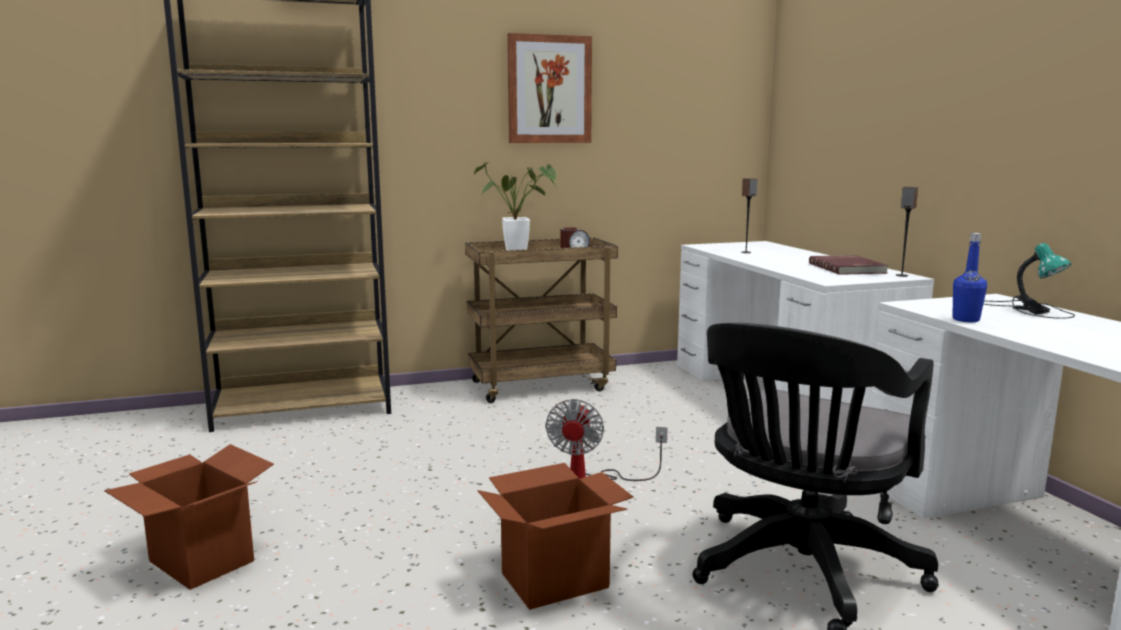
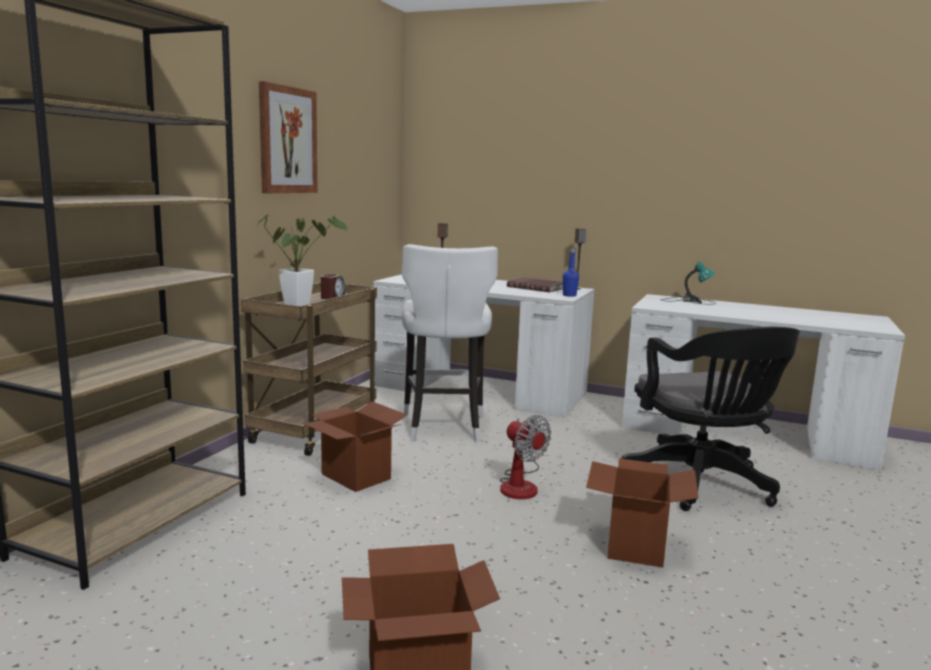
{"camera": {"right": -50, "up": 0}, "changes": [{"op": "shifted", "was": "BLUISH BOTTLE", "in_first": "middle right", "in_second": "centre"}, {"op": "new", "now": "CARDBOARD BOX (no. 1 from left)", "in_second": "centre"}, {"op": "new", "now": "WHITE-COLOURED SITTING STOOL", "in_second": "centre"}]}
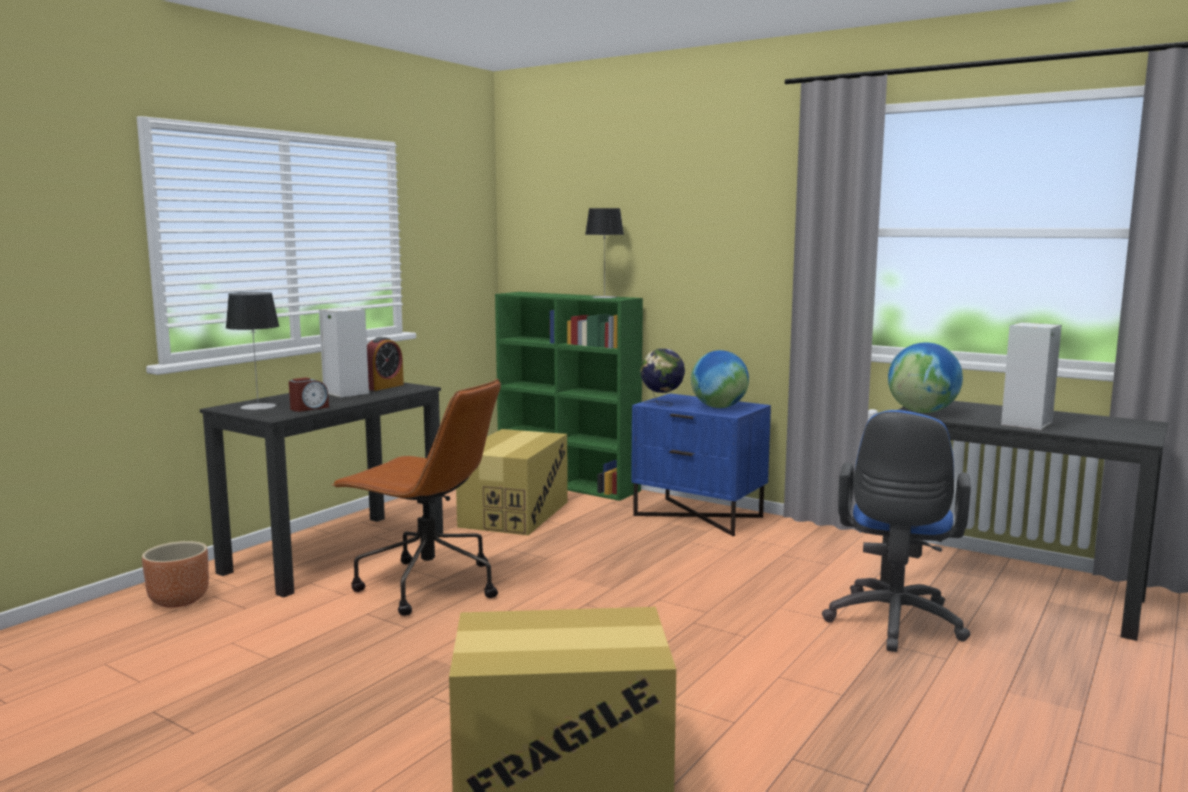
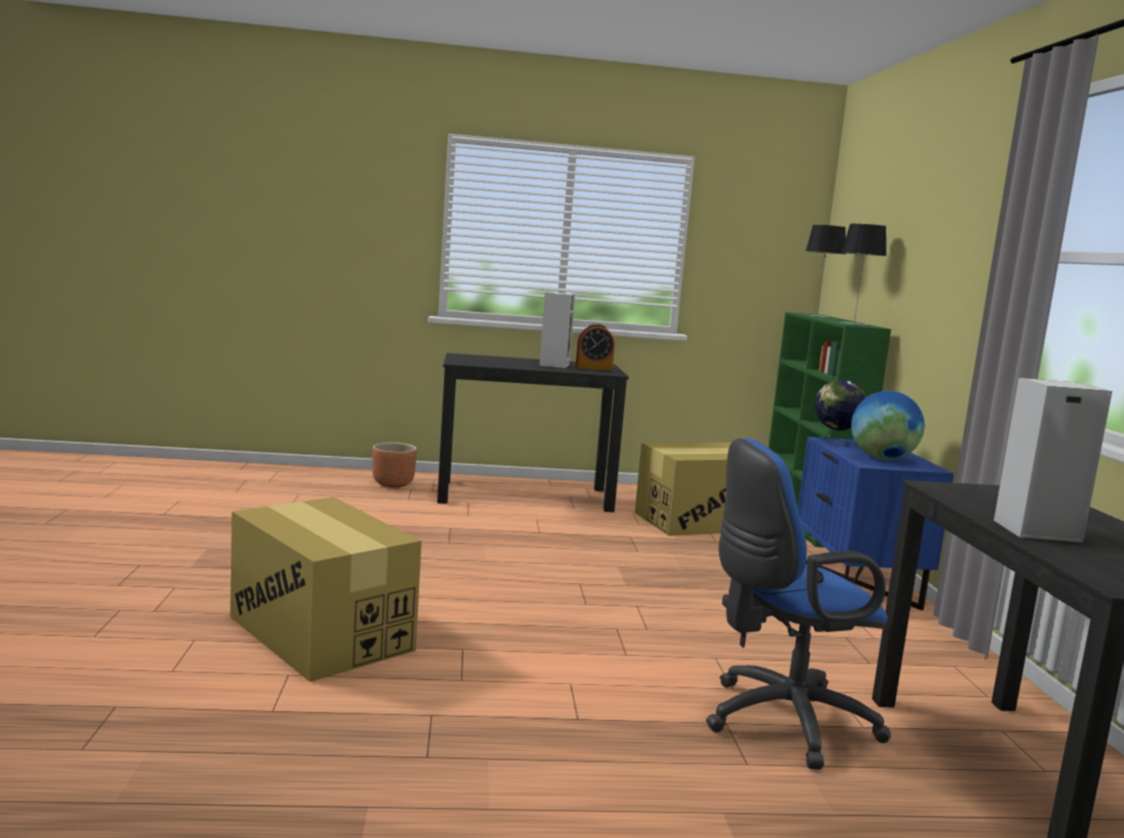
{"camera": {"right": 50, "up": 0}, "changes": [{"op": "shifted", "was": "TABLETOP LAMP (no. 1 from left)", "in_first": "middle left", "in_second": "top right"}, {"op": "gone", "was": "TABLE CLOCK (no. 1 from left)", "in_first": "middle left"}, {"op": "gone", "was": "BROWNISH COMPUTER CHAIR", "in_first": "centre"}, {"op": "gone", "was": "DESK GLOBE (no. 3 from left)", "in_first": "middle right"}]}
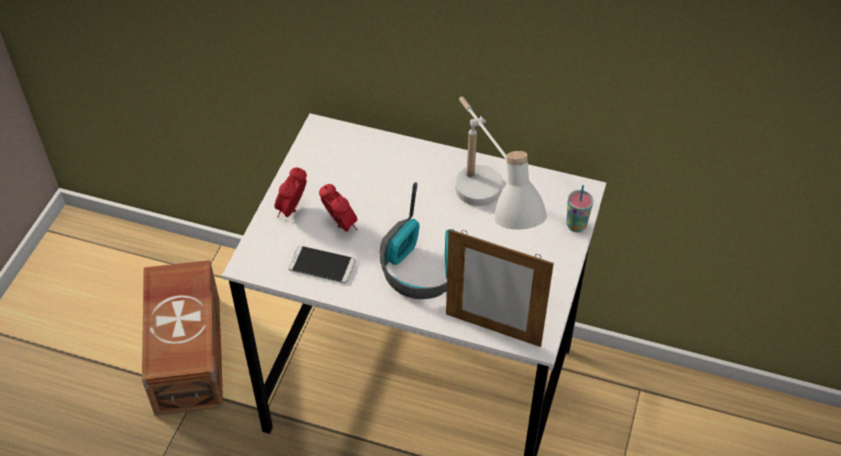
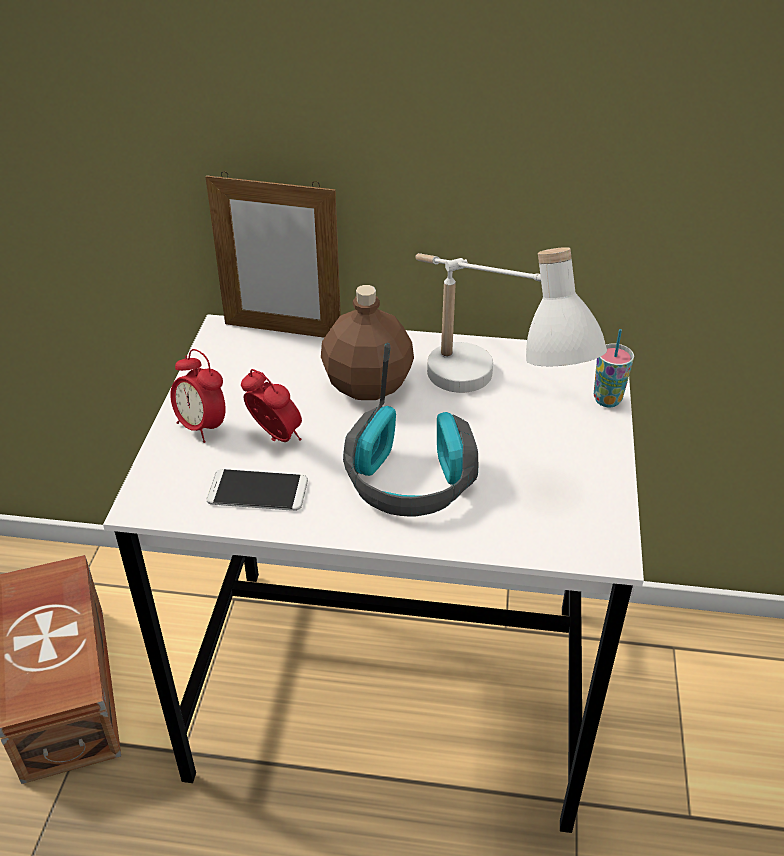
{"camera": {"right": -10, "up": -10}, "changes": [{"op": "rotated", "was": "TABLE CLOCK (no. 1 from left)", "in_first": "centre", "in_second": "middle left", "clockwise": -60}, {"op": "shifted", "was": "PHOTO FRAME", "in_first": "centre", "in_second": "top centre"}, {"op": "new", "now": "BROWNISH BOTTLE", "in_second": "centre"}]}
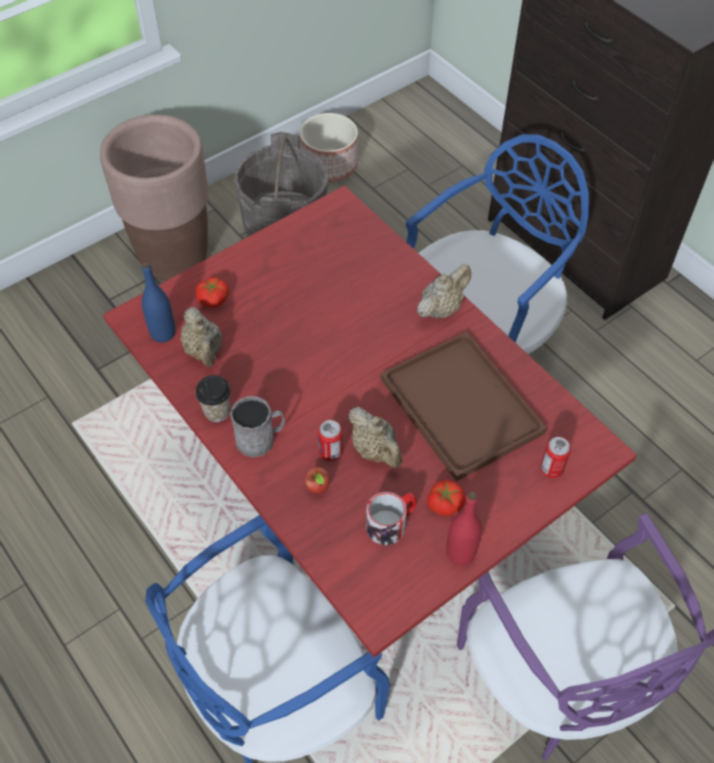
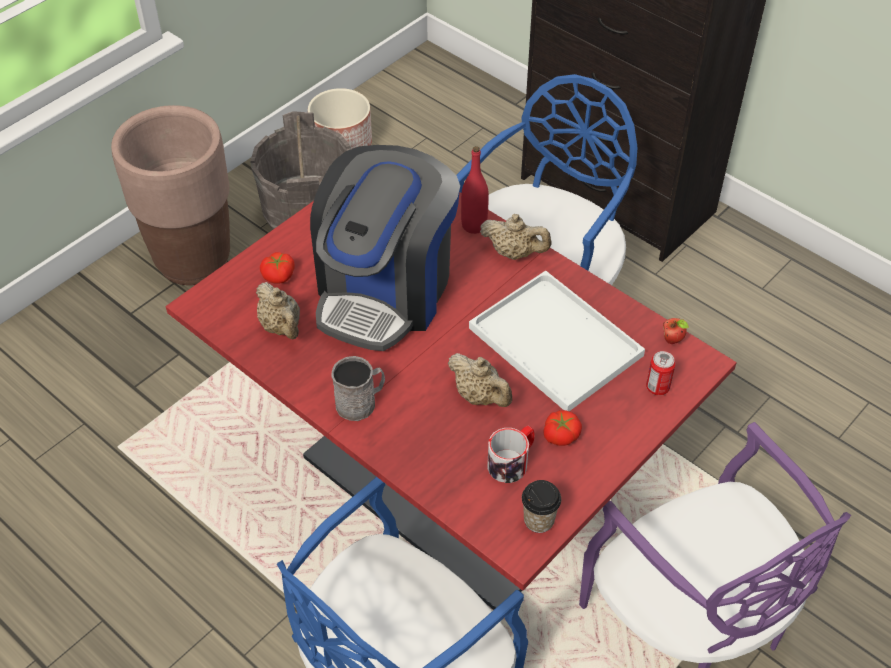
{"camera": {"right": -10, "up": -5}, "changes": [{"op": "gone", "was": "BLUISH BOTTLE", "in_first": "middle left"}, {"op": "shifted", "was": "DRINKING CUP", "in_first": "middle left", "in_second": "bottom centre"}, {"op": "shifted", "was": "APPLE FRUIT", "in_first": "centre", "in_second": "middle right"}, {"op": "gone", "was": "CAN (no. 1 from left)", "in_first": "centre"}, {"op": "repainted", "was": "BROWNISH CARRYING TRAY", "now": "WHITE-COLOURED CARRYING TRAY", "in_first": "centre", "in_second": "centre"}, {"op": "rotated", "was": "BEIGE-COLOURED POT FOR TEA (no. 3 from left)", "in_first": "centre", "in_second": "centre", "clockwise": 75}, {"op": "shifted", "was": "RED BOTTLE", "in_first": "bottom centre", "in_second": "top centre"}, {"op": "new", "now": "COFFEE MAKER", "in_second": "centre"}]}
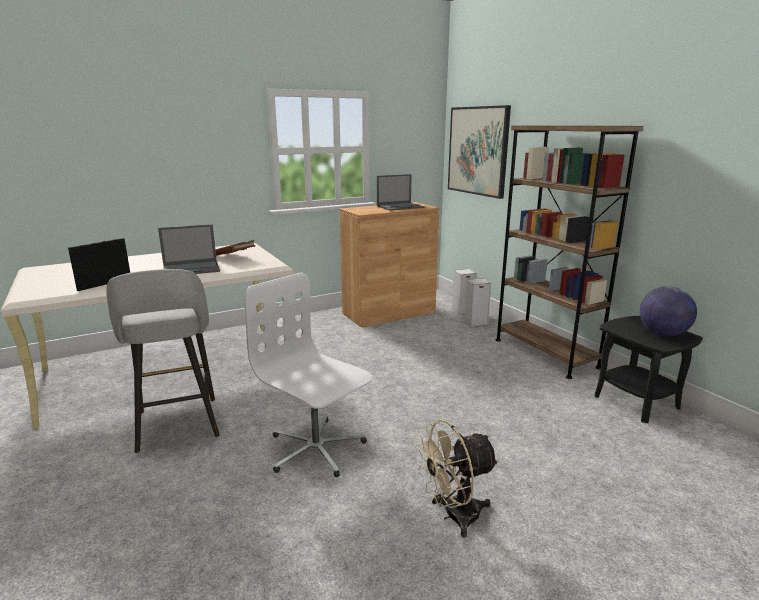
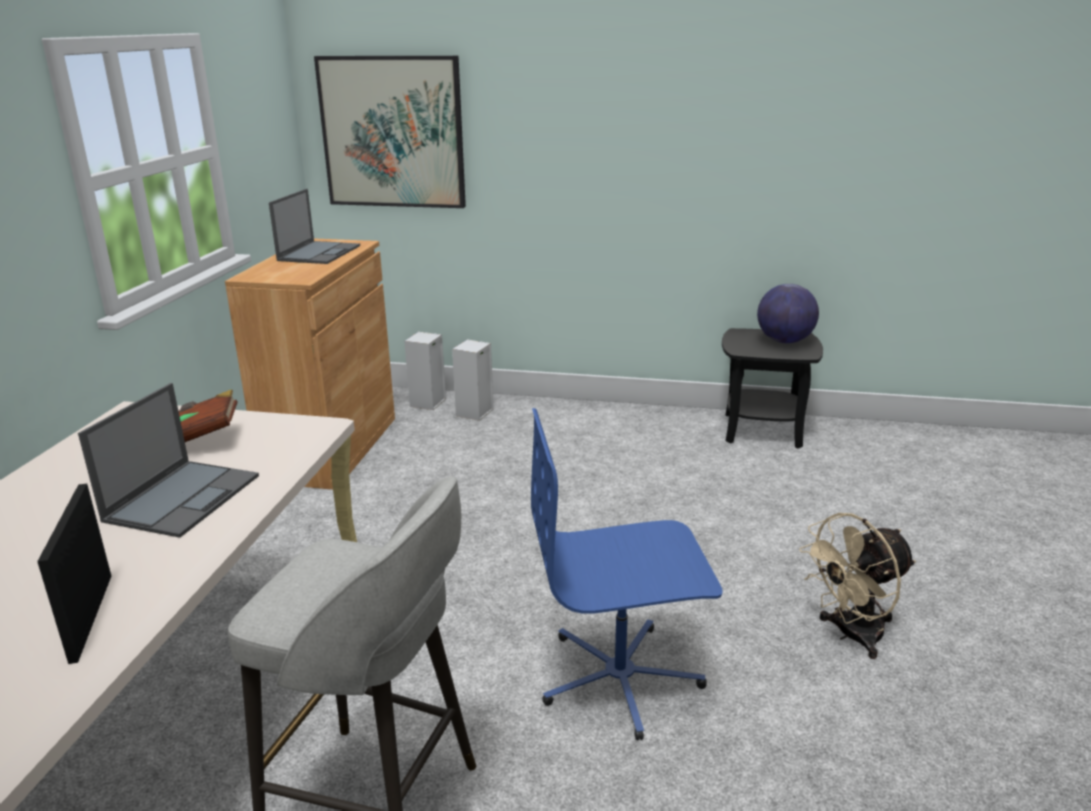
{"camera": {"right": -50, "up": 5}, "changes": [{"op": "repainted", "was": "WHITE-COLOURED COMPUTER CHAIR", "now": "BLUISH COMPUTER CHAIR", "in_first": "centre", "in_second": "bottom centre"}, {"op": "rotated", "was": "BEIGE-COLOURED ELECTRIC FAN", "in_first": "bottom centre", "in_second": "bottom right", "clockwise": 45}, {"op": "gone", "was": "BROWNISH BOOKSHELF", "in_first": "middle right"}]}
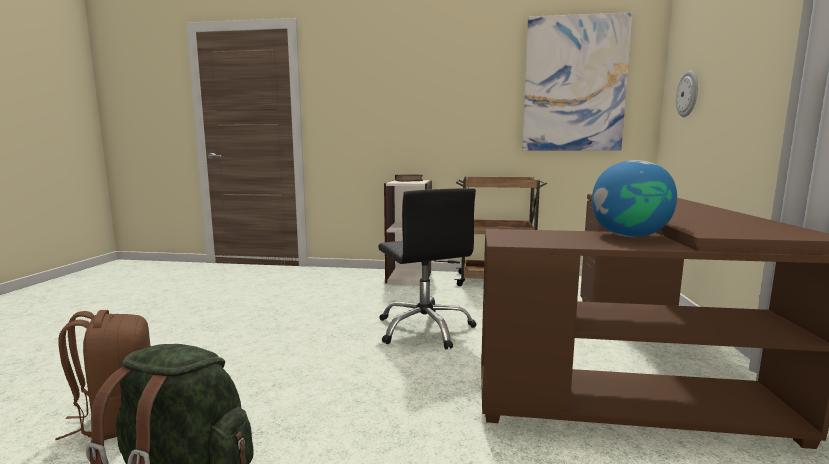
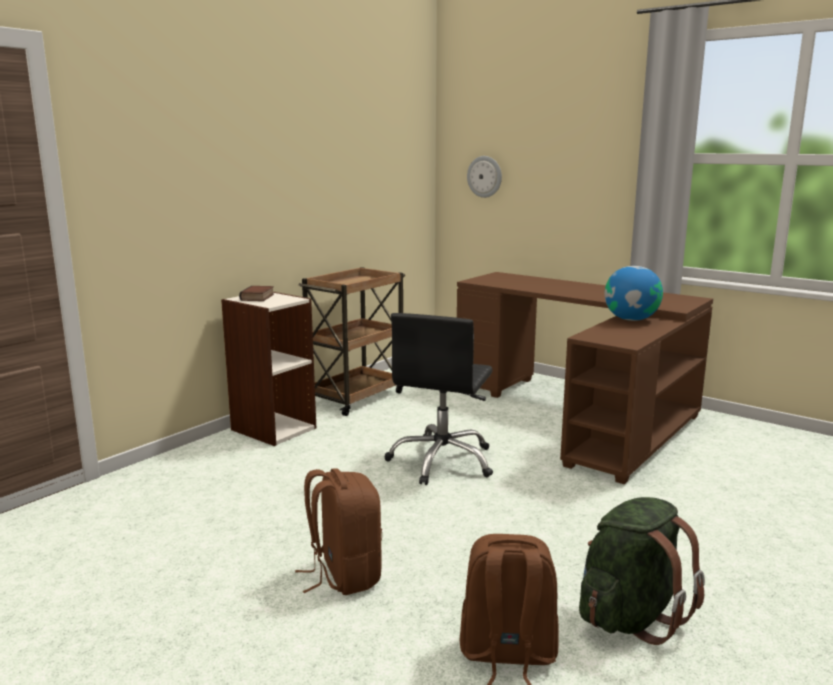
{"camera": {"right": -60, "up": 5}, "changes": [{"op": "rotated", "was": "BLACKISH COMPUTER CHAIR", "in_first": "centre", "in_second": "centre", "clockwise": 105}, {"op": "gone", "was": "PICTURE", "in_first": "top right"}, {"op": "new", "now": "BROWNISH RUCKSACK (no. 1 from left)", "in_second": "bottom centre"}]}
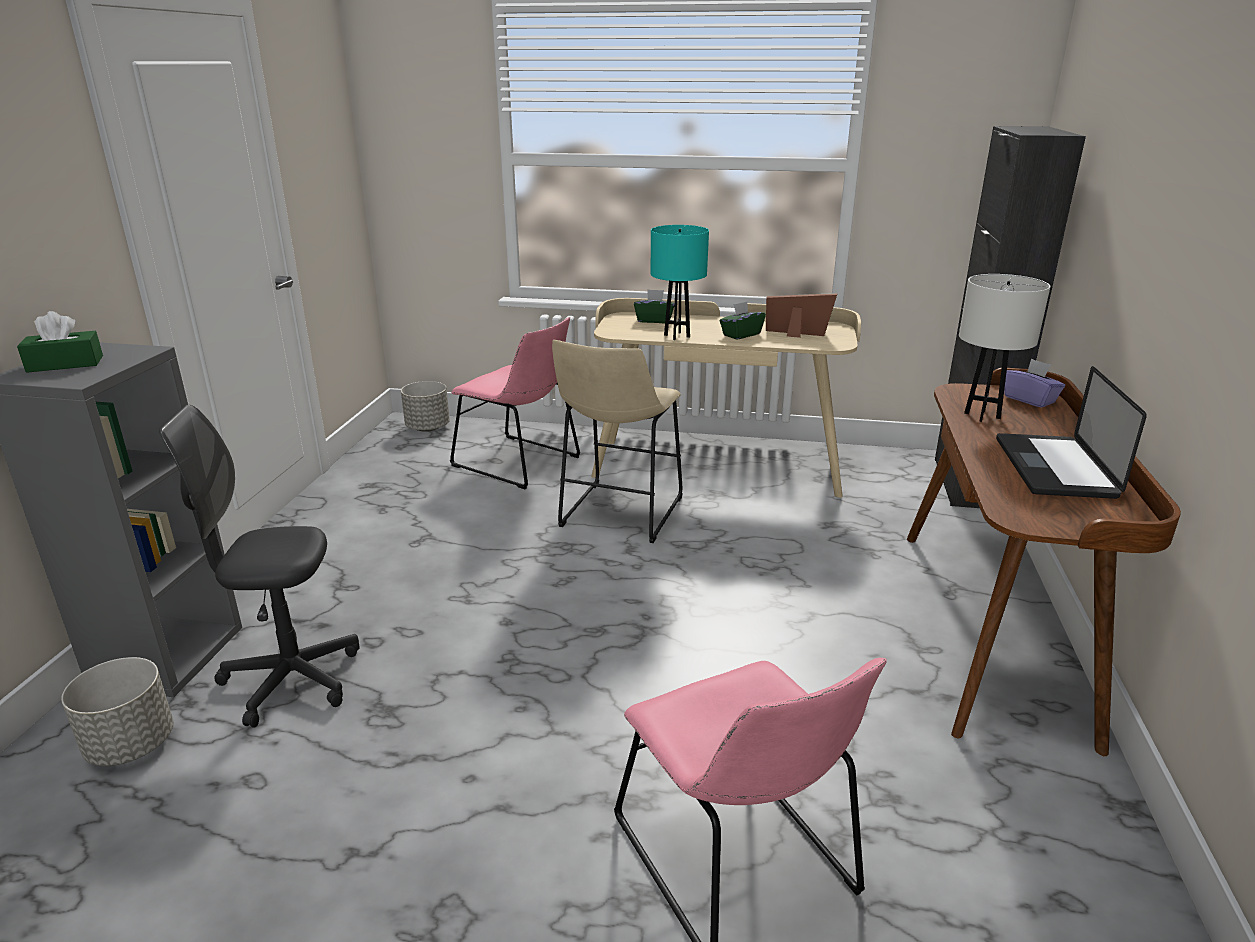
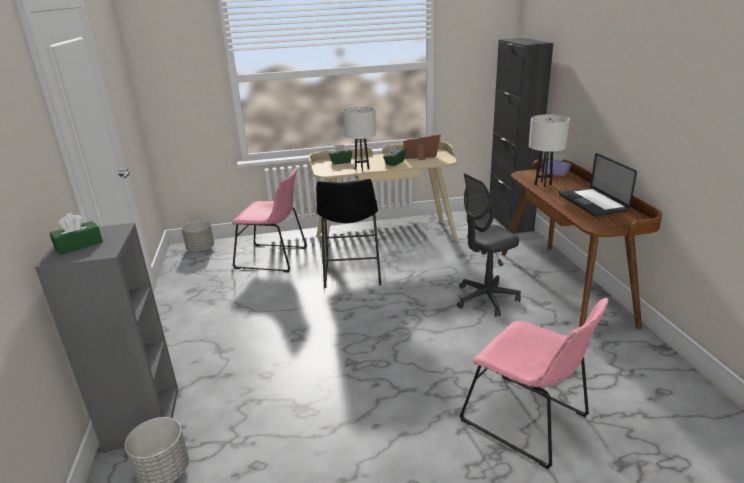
{"camera": {"right": -20, "up": 0}, "changes": [{"op": "shifted", "was": "GREYISH COMPUTER CHAIR", "in_first": "middle left", "in_second": "centre"}, {"op": "repainted", "was": "BEIGE-COLOURED SITTING STOOL", "now": "BLACKISH SITTING STOOL", "in_first": "centre", "in_second": "centre"}, {"op": "repainted", "was": "BLUE-GREEN TABLETOP LAMP", "now": "WHITE-COLOURED TABLETOP LAMP (no. 1 from left)", "in_first": "top centre", "in_second": "top centre"}]}
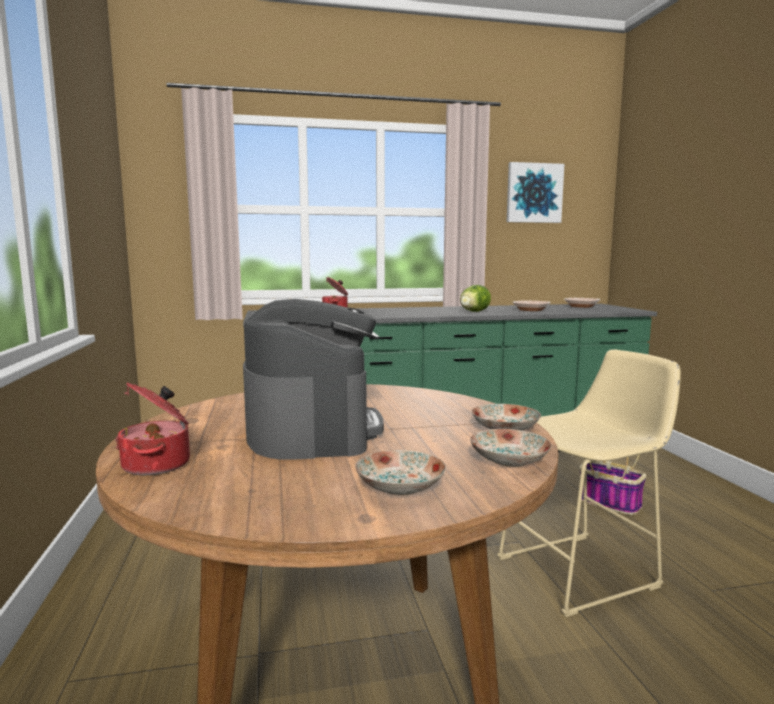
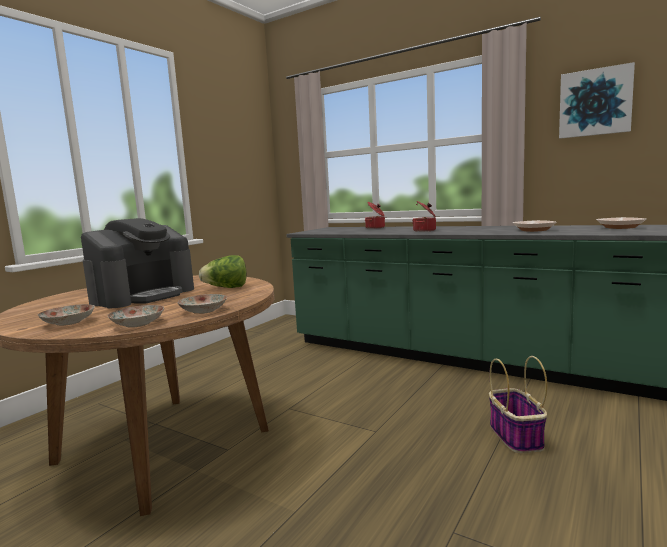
{"camera": {"right": 45, "up": 0}, "changes": [{"op": "shifted", "was": "COOKING POT (no. 1 from left in the first image)", "now": "COOKING POT (no. 2 from left)", "in_first": "middle left", "in_second": "centre"}, {"op": "shifted", "was": "LETTUCE HEAD", "in_first": "centre", "in_second": "middle left"}, {"op": "gone", "was": "BEIGE-COLOURED SITTING STOOL", "in_first": "bottom right"}]}
